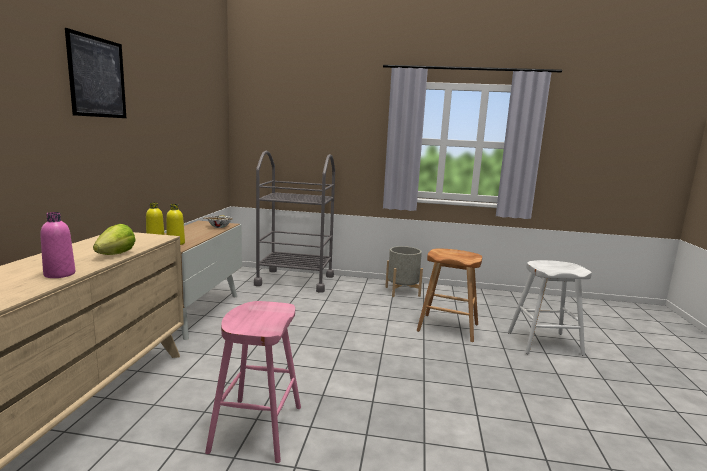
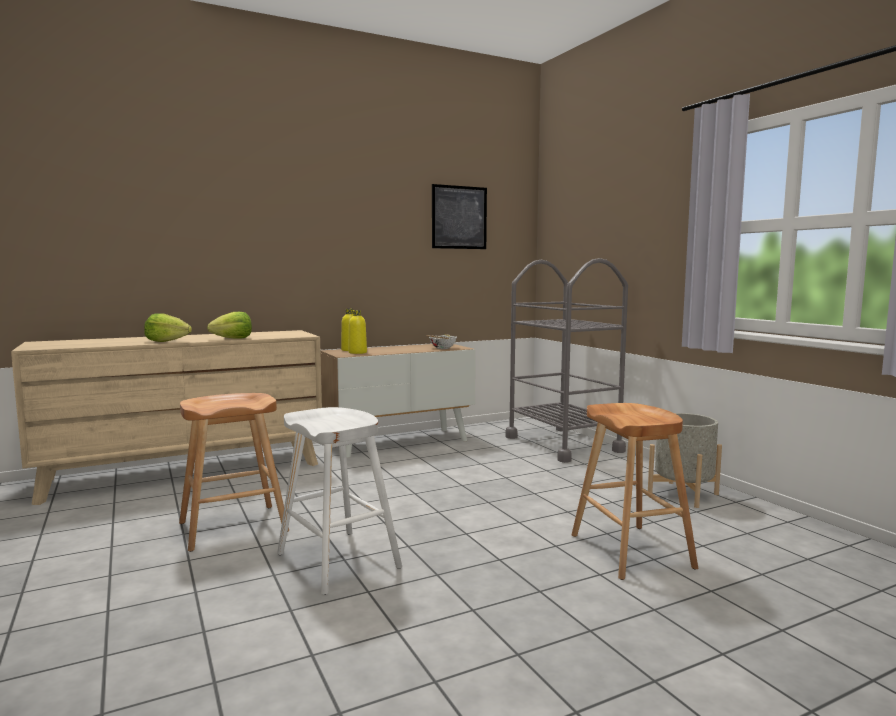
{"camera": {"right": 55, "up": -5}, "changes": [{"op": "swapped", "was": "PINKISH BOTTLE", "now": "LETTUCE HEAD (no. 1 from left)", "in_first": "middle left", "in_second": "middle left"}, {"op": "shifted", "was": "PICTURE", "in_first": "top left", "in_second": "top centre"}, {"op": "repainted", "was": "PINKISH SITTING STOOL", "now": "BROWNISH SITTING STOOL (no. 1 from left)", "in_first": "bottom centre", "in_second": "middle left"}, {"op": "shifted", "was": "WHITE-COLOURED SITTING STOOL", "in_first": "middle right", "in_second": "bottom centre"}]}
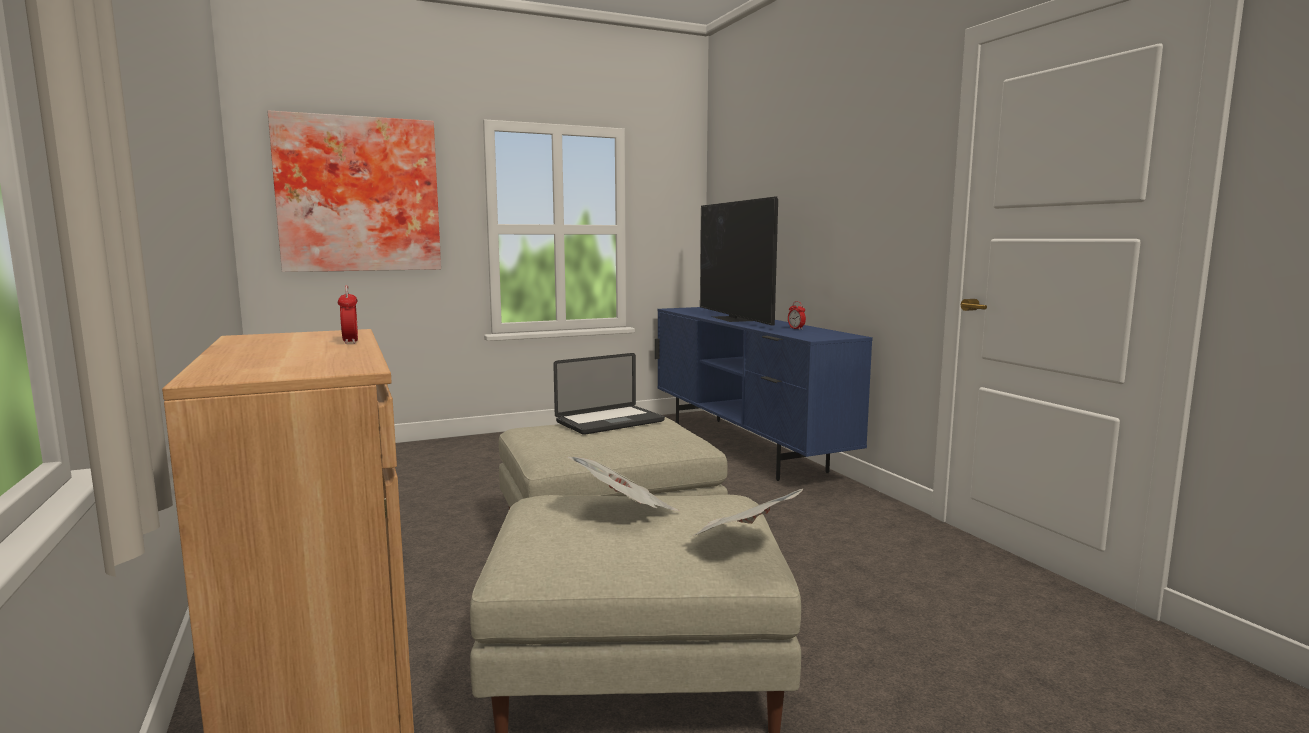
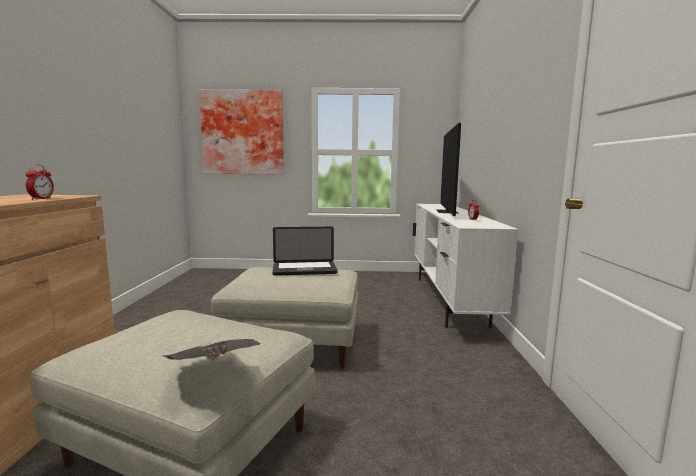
{"camera": {"right": 25, "up": 0}, "changes": [{"op": "gone", "was": "NEWSPAPER (no. 1 from left)", "in_first": "centre"}, {"op": "repainted", "was": "BLUISH MEDIA CONSOLE", "now": "WHITE-COLOURED MEDIA CONSOLE", "in_first": "centre", "in_second": "middle right"}]}
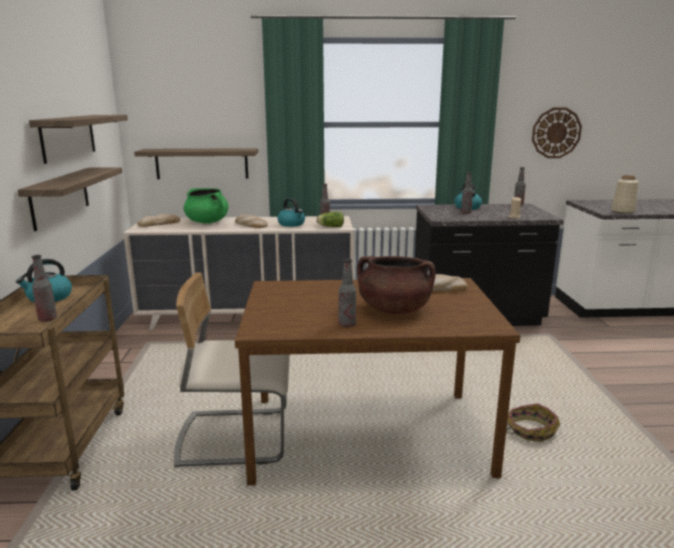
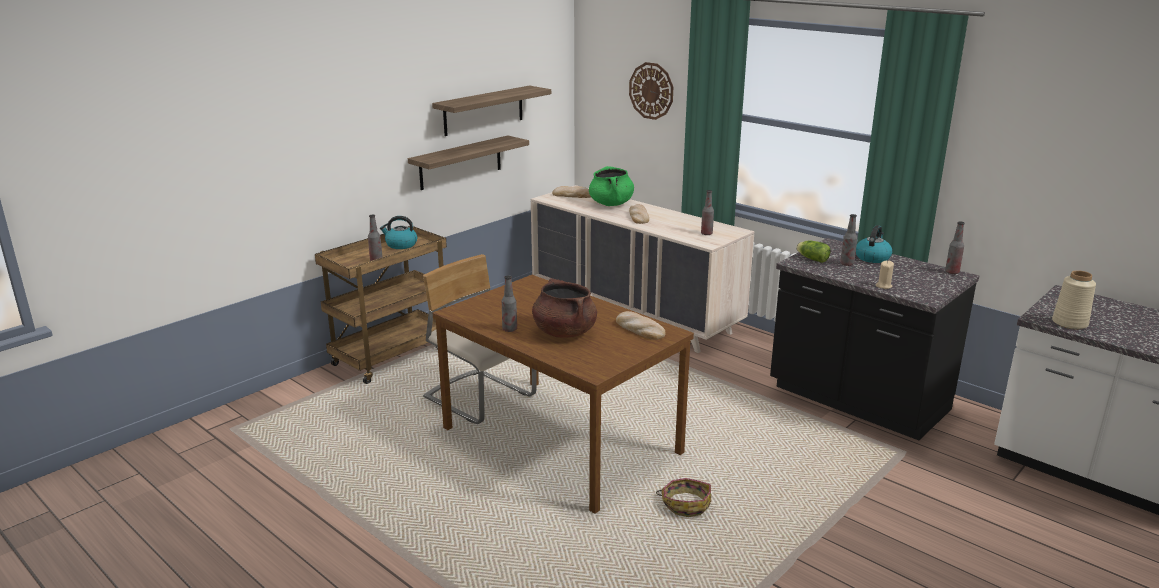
{"camera": {"right": 45, "up": 5}, "changes": [{"op": "gone", "was": "SHELF (no. 3 from left)", "in_first": "top left"}, {"op": "gone", "was": "KETTLE (no. 2 from left)", "in_first": "centre"}, {"op": "shifted", "was": "LETTUCE HEAD", "in_first": "centre", "in_second": "middle right"}, {"op": "shifted", "was": "CLOCK ON THE WALL", "in_first": "top right", "in_second": "top centre"}]}
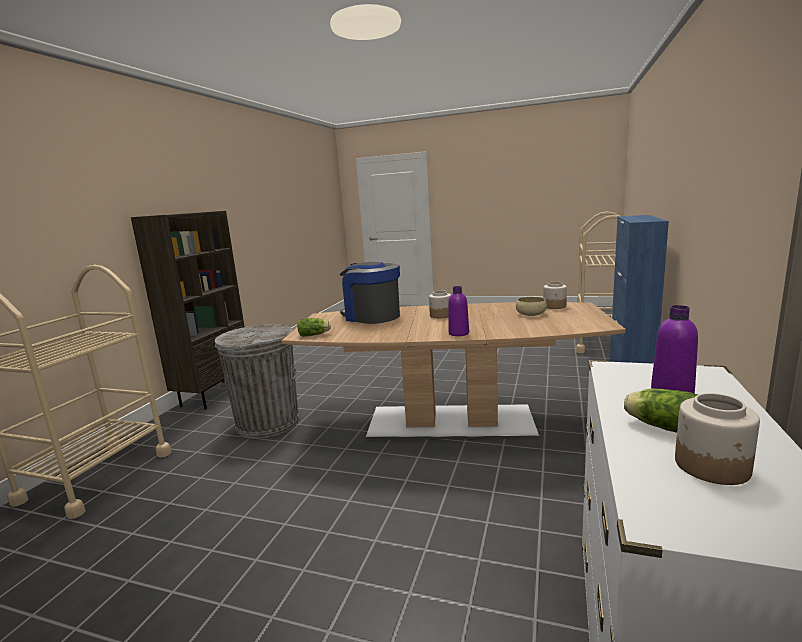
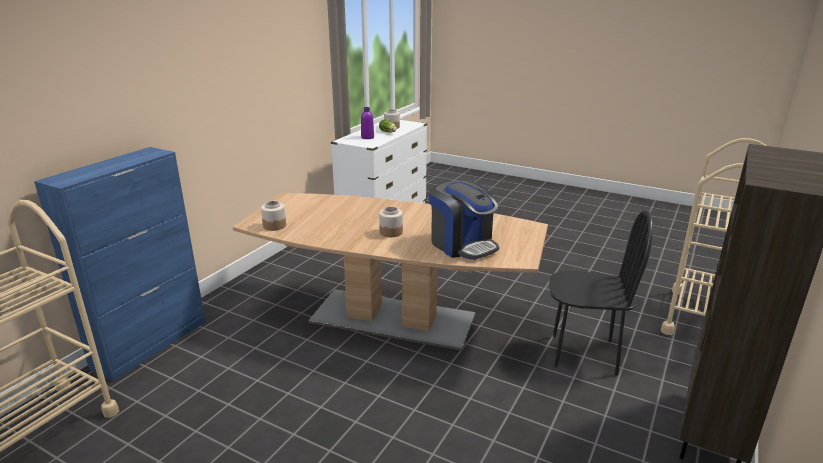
{"camera": {"right": -170, "up": 10}, "changes": [{"op": "swapped", "was": "GREYISH WASTE BIN", "now": "BLACKISH CHAIR", "in_first": "middle left", "in_second": "middle right"}, {"op": "gone", "was": "LETTUCE HEAD (no. 1 from left)", "in_first": "centre"}, {"op": "gone", "was": "PURPLE BOTTLE (no. 1 from left)", "in_first": "centre"}, {"op": "gone", "was": "BEIGE-COLOURED DEEP DISH", "in_first": "centre"}]}
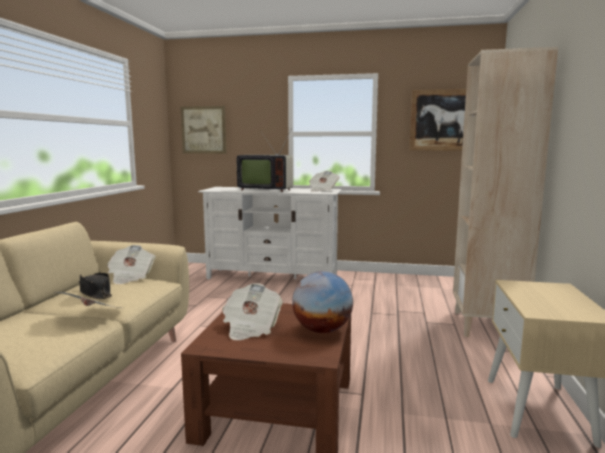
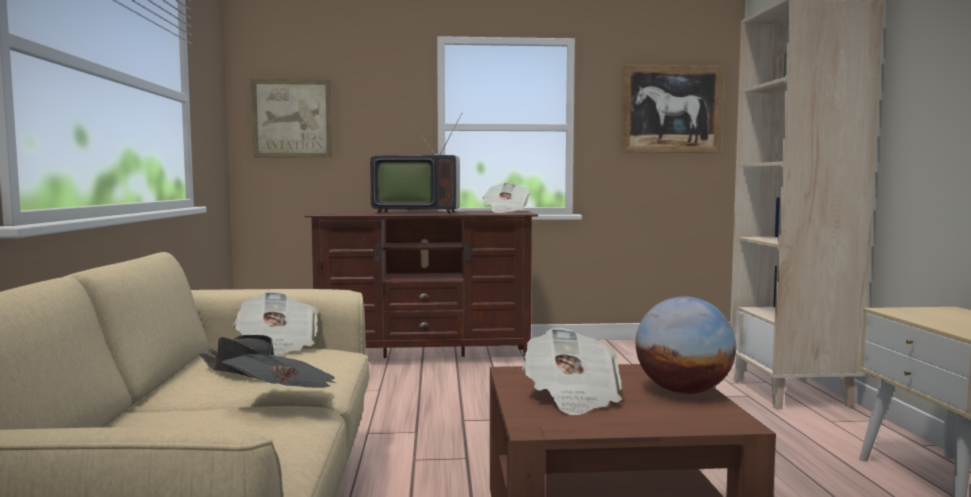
{"camera": {"right": -15, "up": -5}, "changes": [{"op": "repainted", "was": "WHITE-COLOURED MEDIA CONSOLE", "now": "BROWNISH MEDIA CONSOLE", "in_first": "centre", "in_second": "centre"}]}
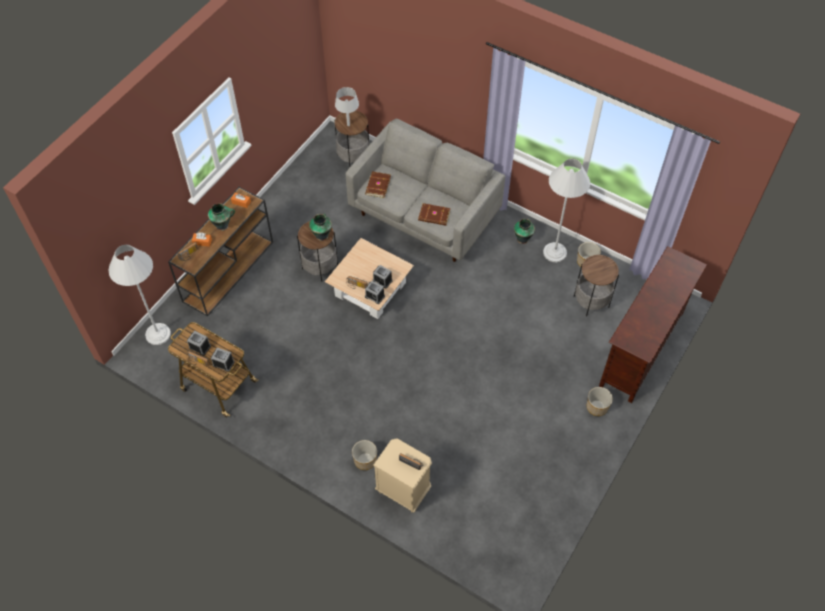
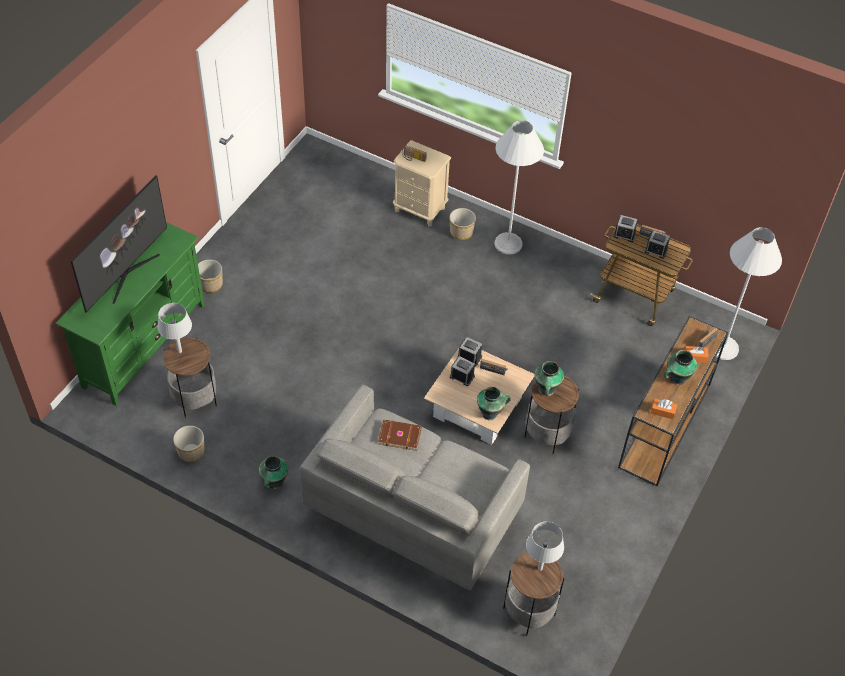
{"camera": {"right": 175, "up": -5}, "changes": [{"op": "gone", "was": "BROWNISH BOOK (no. 1 from left)", "in_first": "top centre"}, {"op": "shifted", "was": "WHITE-COLOURED STANDARD LAMP (no. 2 from left in the first image)", "now": "WHITE-COLOURED STANDARD LAMP (no. 1 from left)", "in_first": "middle right", "in_second": "top centre"}, {"op": "repainted", "was": "BROWNISH MEDIA CONSOLE", "now": "GREENISH MEDIA CONSOLE", "in_first": "middle right", "in_second": "middle left"}, {"op": "new", "now": "TV SET", "in_second": "middle left"}, {"op": "new", "now": "GREYISH TABLETOP LAMP (no. 1 from left)", "in_second": "middle left"}, {"op": "new", "now": "FLOWER VASE (no. 2 from left)", "in_second": "centre"}]}
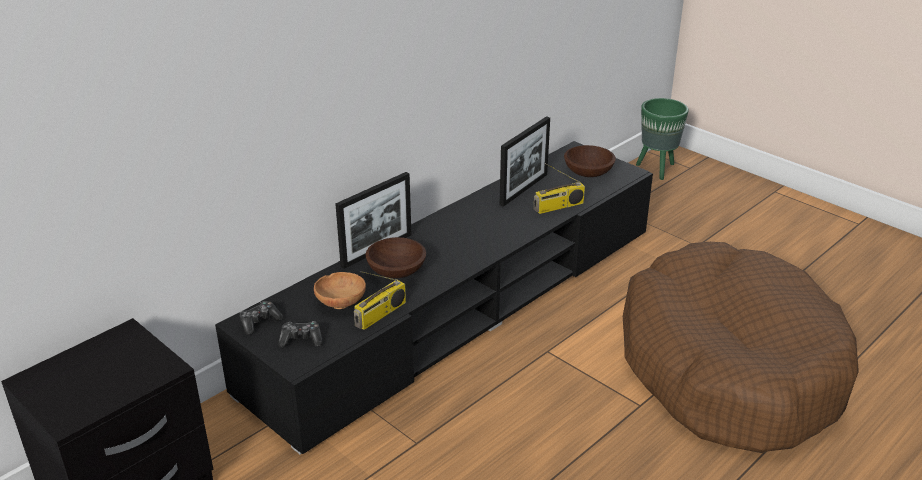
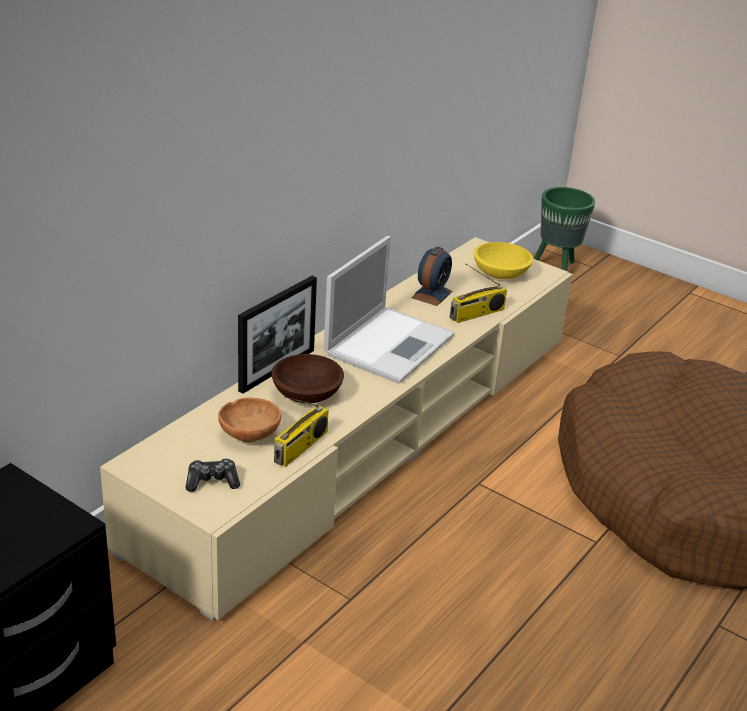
{"camera": {"right": -10, "up": 0}, "changes": [{"op": "repainted", "was": "BLACKISH MEDIA CONSOLE", "now": "BEIGE-COLOURED MEDIA CONSOLE", "in_first": "centre", "in_second": "centre"}, {"op": "gone", "was": "JOYPAD (no. 1 from left)", "in_first": "middle left"}, {"op": "swapped", "was": "PHOTO FRAME (no. 2 from left)", "now": "TABLE CLOCK", "in_first": "centre", "in_second": "centre"}, {"op": "repainted", "was": "BROWNISH DEEP DISH (no. 3 from left)", "now": "YELLOW-COLOURED DEEP DISH", "in_first": "centre", "in_second": "middle right"}, {"op": "new", "now": "NOTEBOOK COMPUTER", "in_second": "centre"}]}
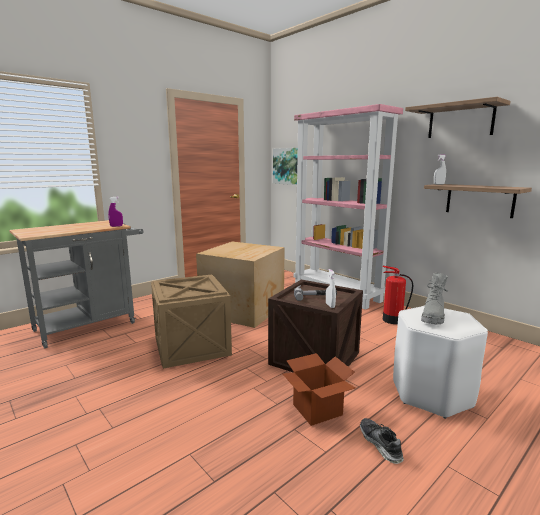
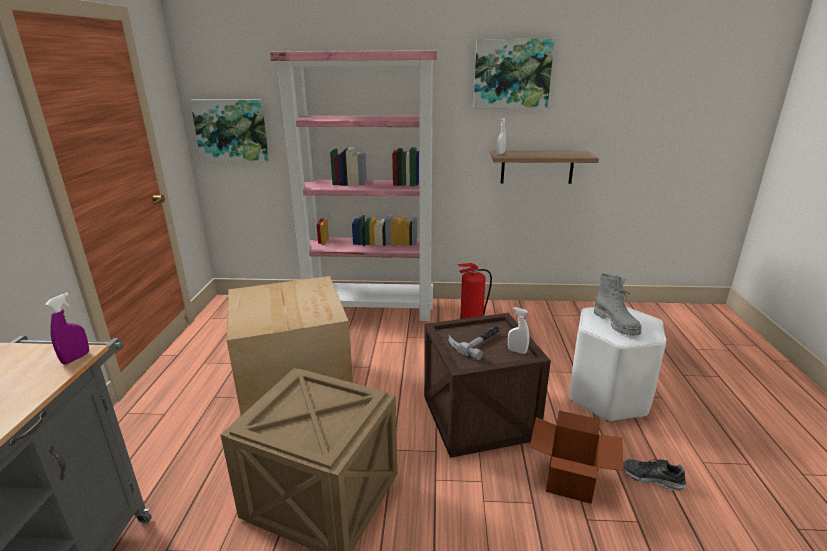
{"camera": {"right": -45, "up": 10}, "changes": [{"op": "swapped", "was": "SHELF (no. 1 from left)", "now": "PICTURE (no. 2 from left)", "in_first": "top right", "in_second": "top centre"}]}
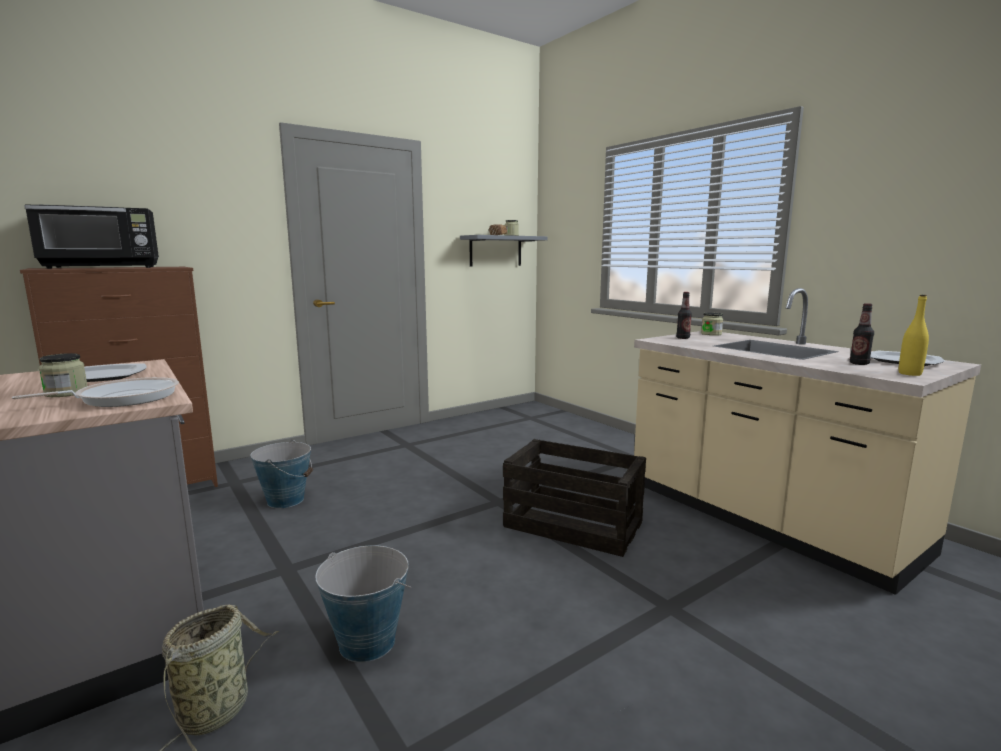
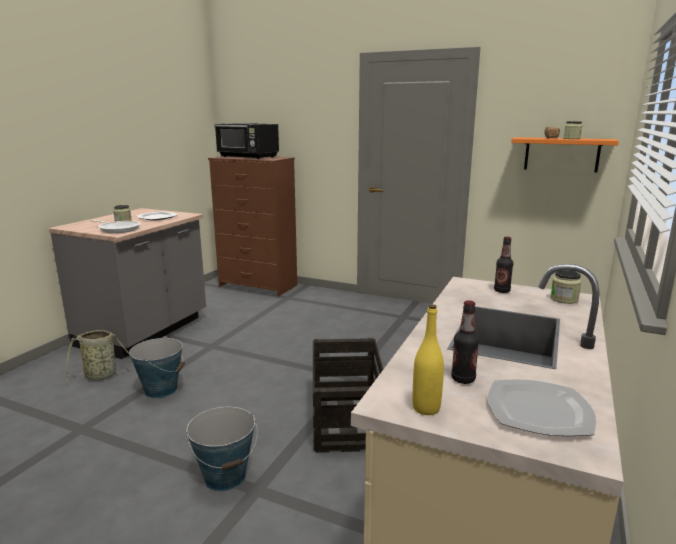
{"camera": {"right": 60, "up": 5}, "changes": [{"op": "shifted", "was": "WATER BUCKET (no. 1 from left in the first image)", "now": "WATER BUCKET (no. 2 from left)", "in_first": "middle left", "in_second": "bottom left"}, {"op": "repainted", "was": "GREYISH SHELF", "now": "ORANGE SHELF", "in_first": "centre", "in_second": "top right"}]}
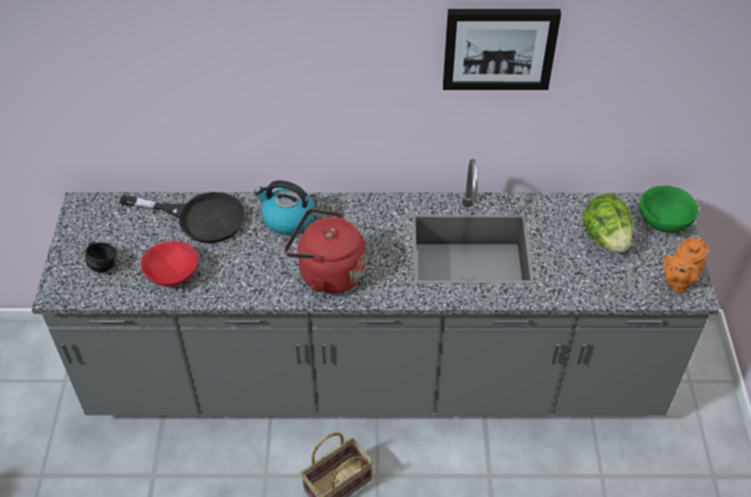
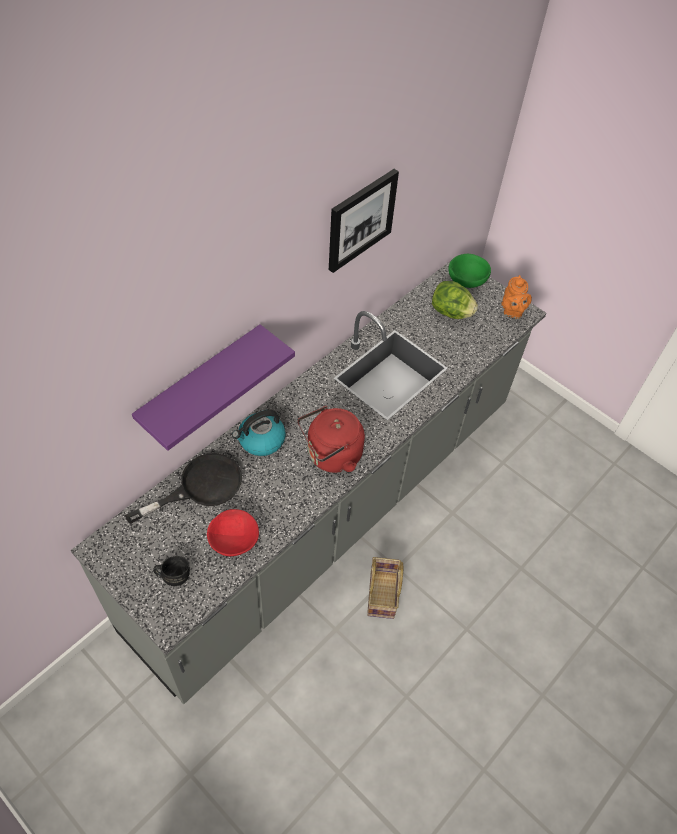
{"camera": {"right": -50, "up": 5}, "changes": [{"op": "new", "now": "PURPLE SHELF", "in_second": "middle left"}]}
